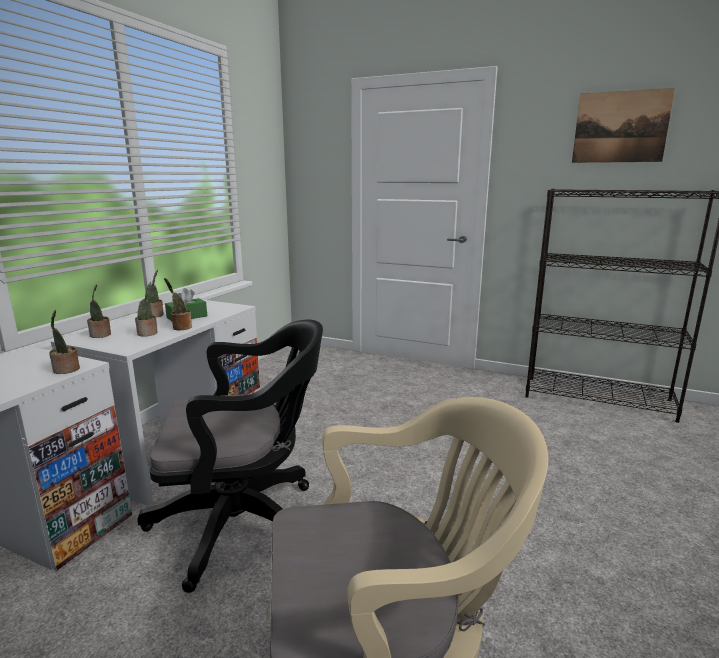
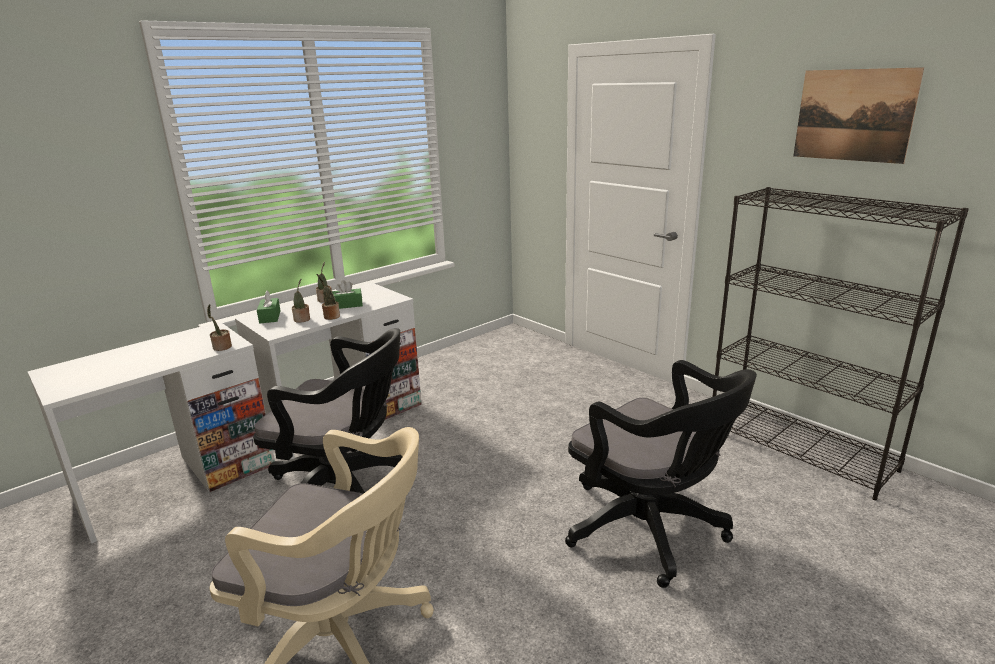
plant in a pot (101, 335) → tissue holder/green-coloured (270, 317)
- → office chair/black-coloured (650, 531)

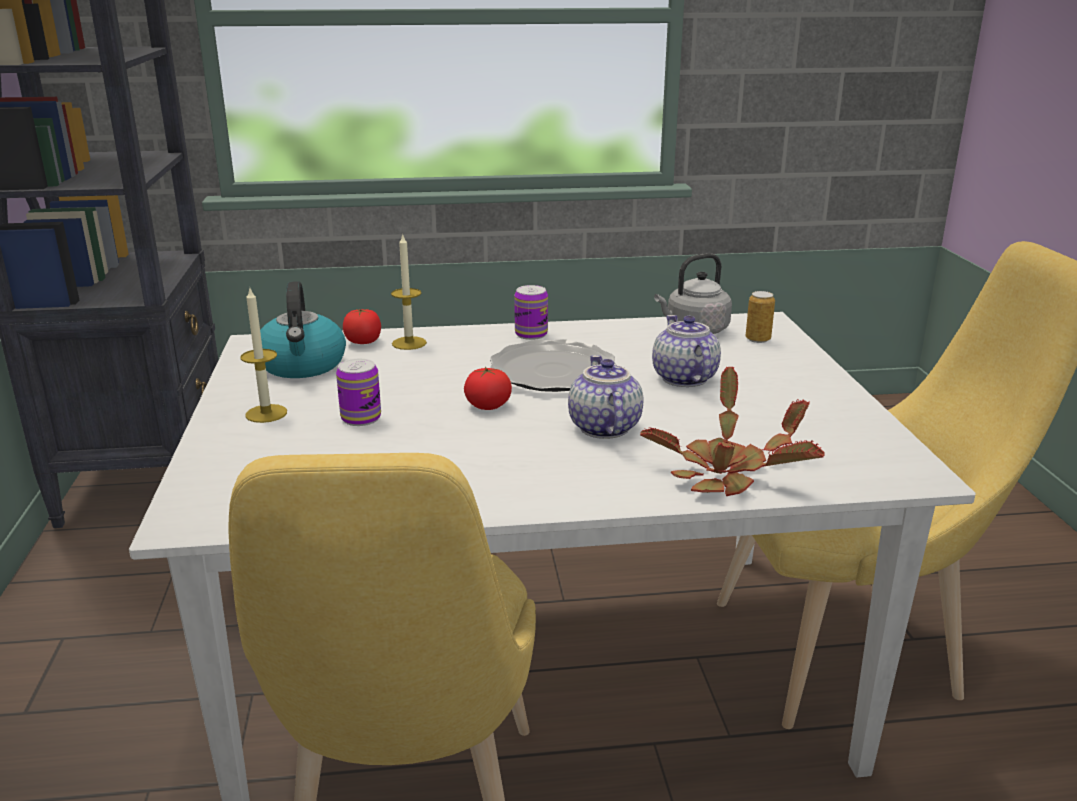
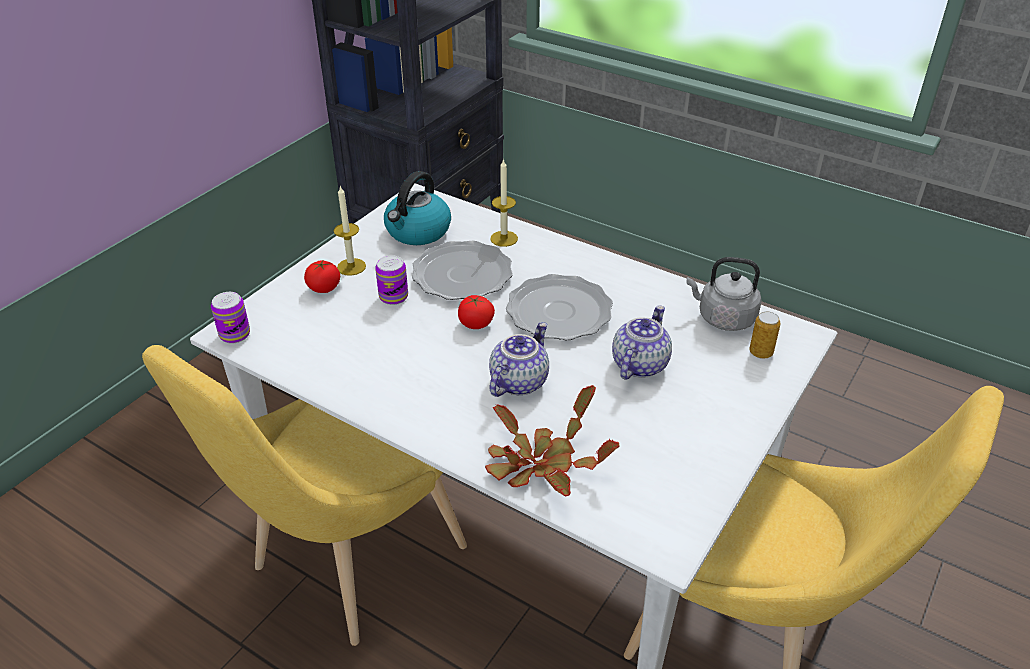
fresh tomato (363, 342) → fresh tomato (324, 288), moved
can (531, 334) → can (235, 335), moved
- → flat dish (463, 274)

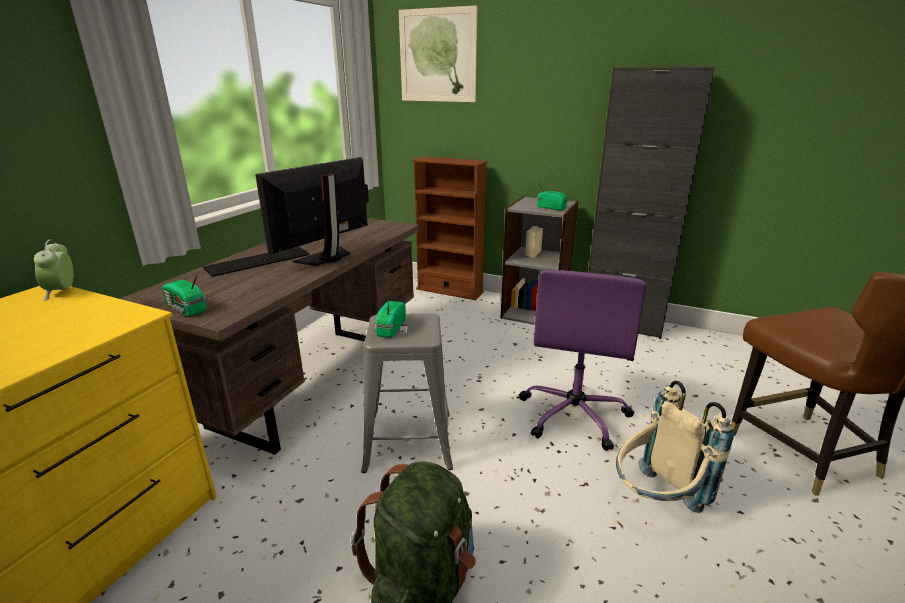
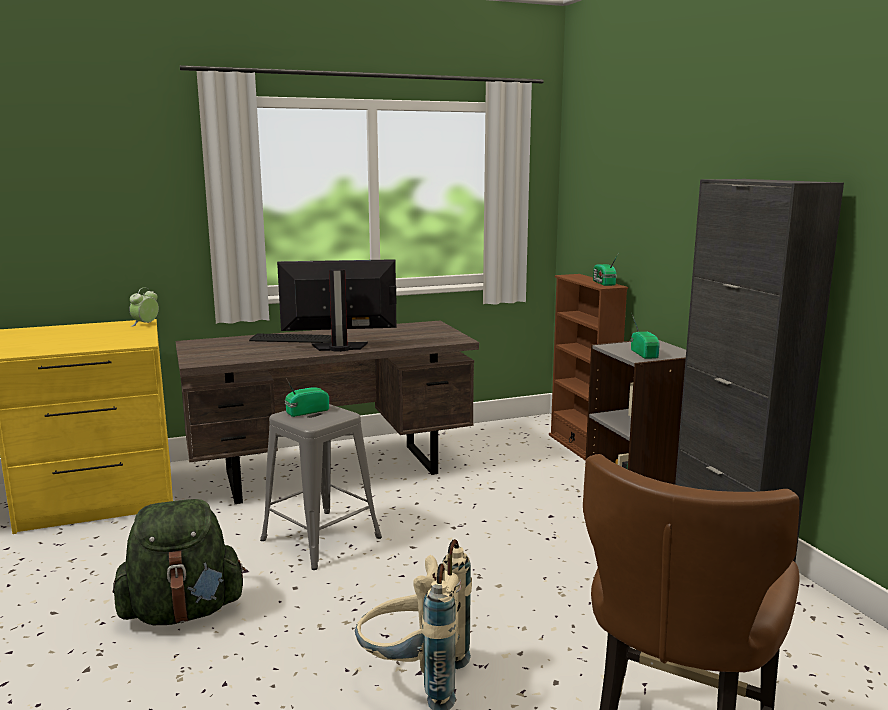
radio set (186, 309) → radio set (603, 283), moved
wall picture (437, 56) → -
office chair/purple-coloured (574, 415) → -

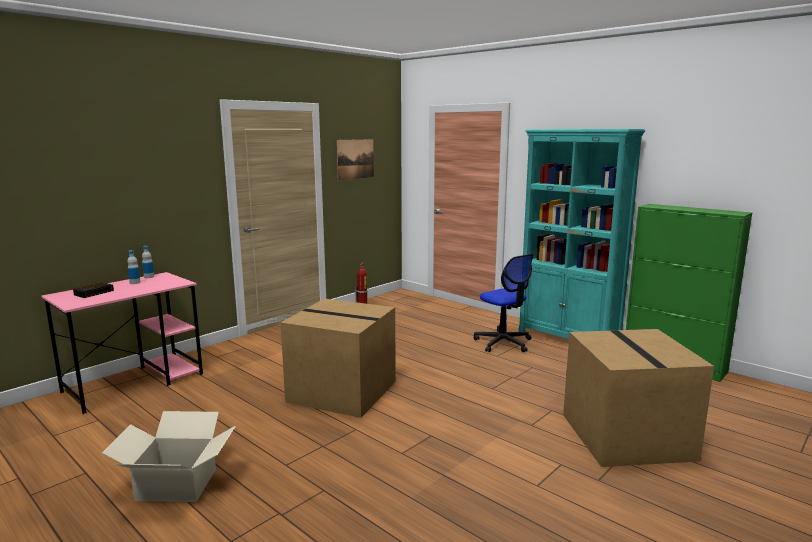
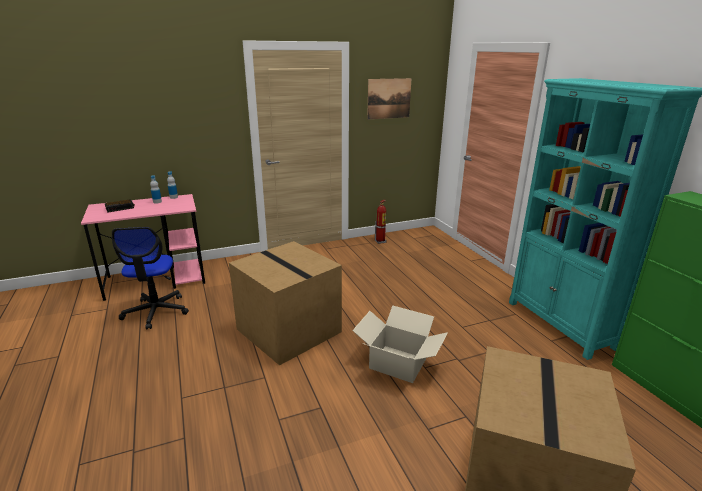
carton (176, 485) → carton (397, 364), moved
office chair (503, 343) → office chair (156, 311), moved

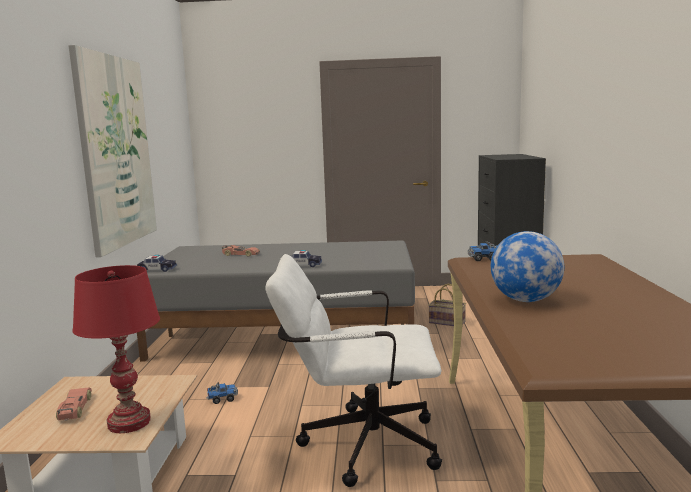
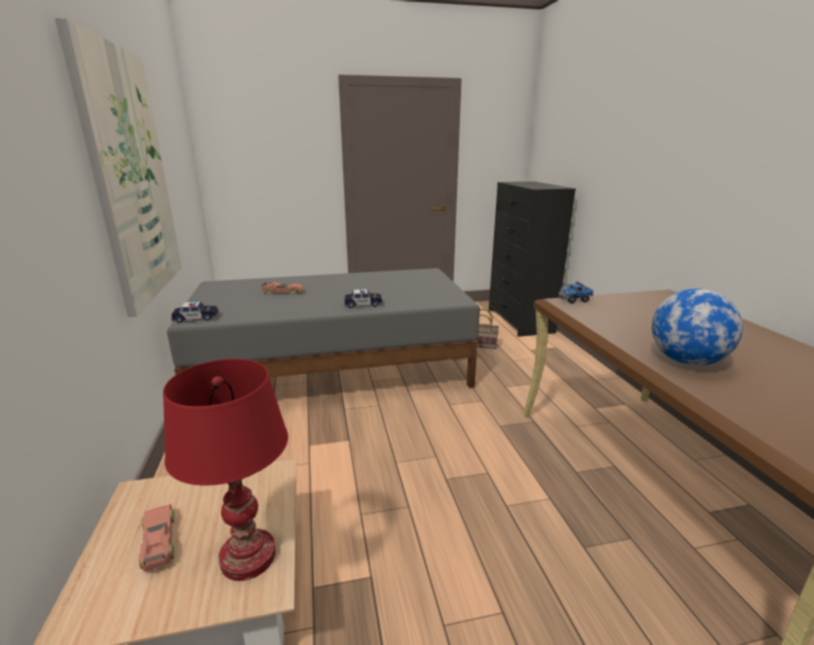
model truck (222, 399) → -
office chair/whitish (358, 444) → -

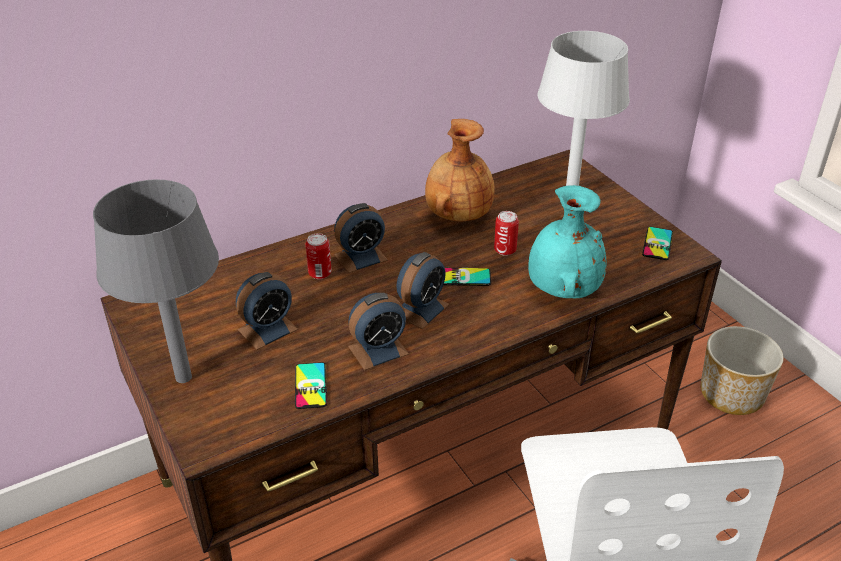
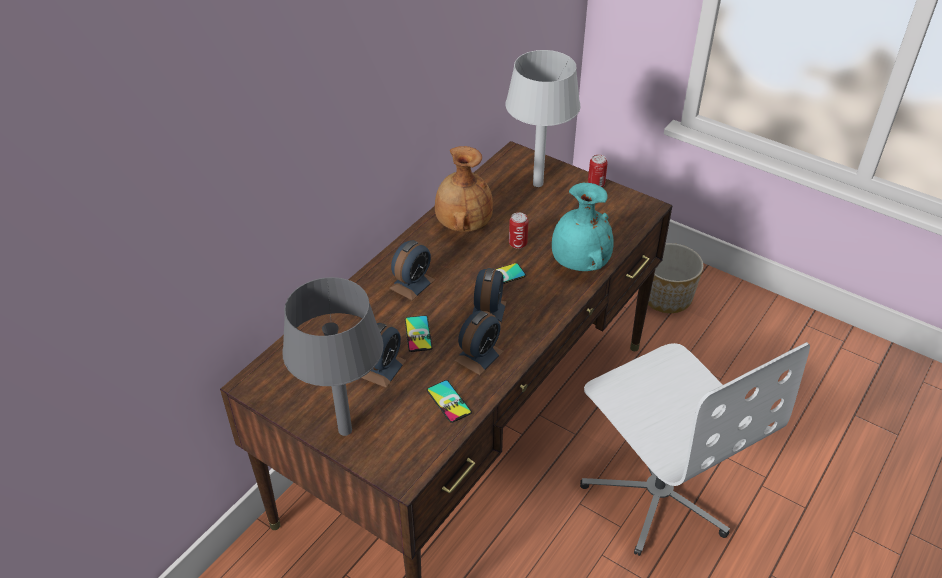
can (320, 273) → can (596, 184), moved
handset (657, 243) → handset (418, 334), moved

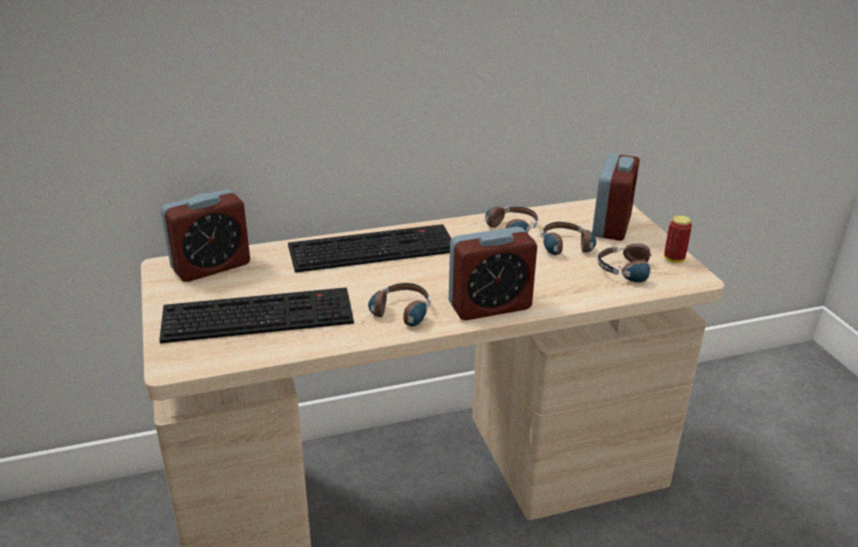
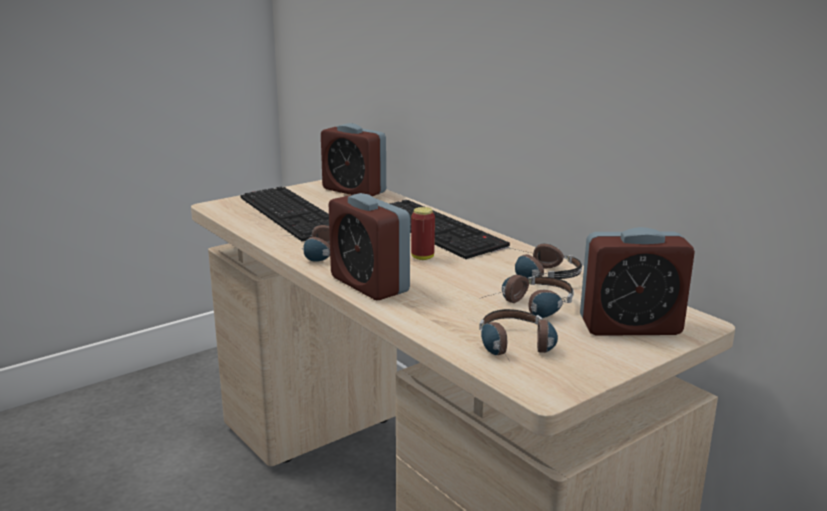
can (674, 259) → can (422, 257), moved

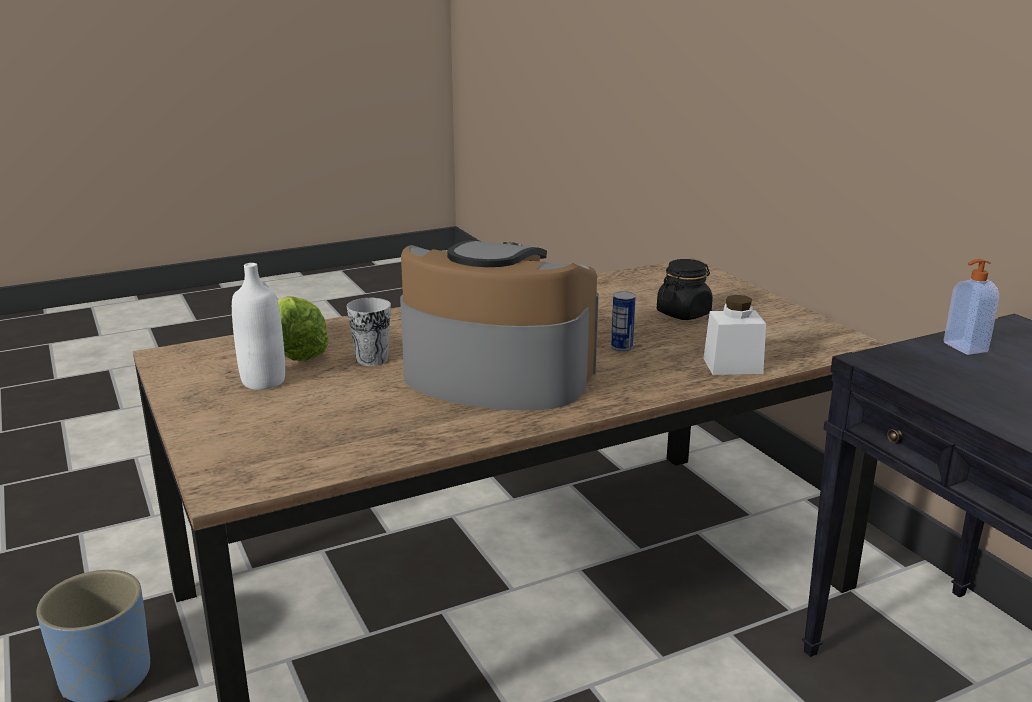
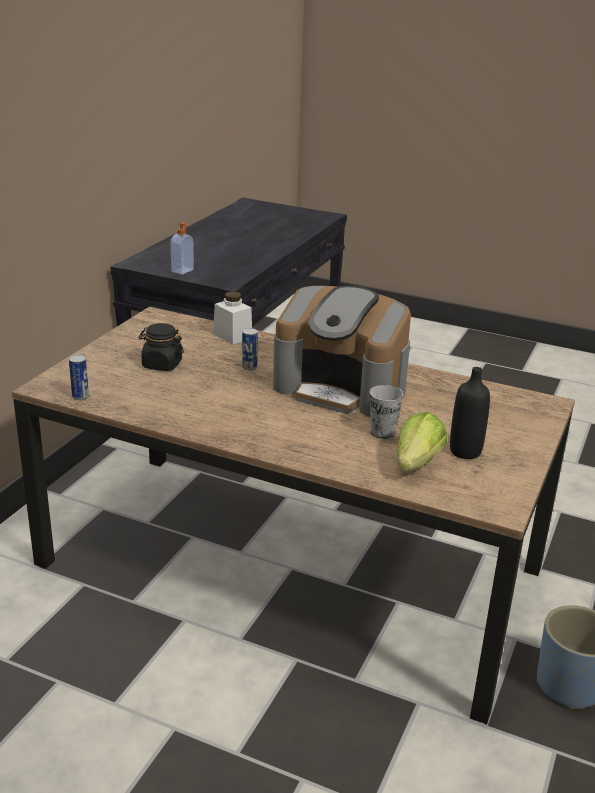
beverage bottle/whitish (263, 381) → beverage bottle/black-coloured (465, 451)
coffee brewer (496, 376) → coffee brewer (342, 388), 45 degrees counterclockwise
- → can (80, 396)

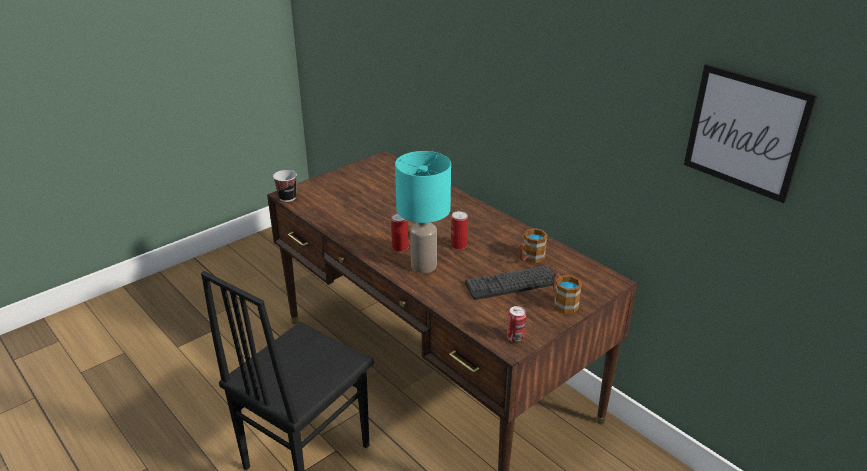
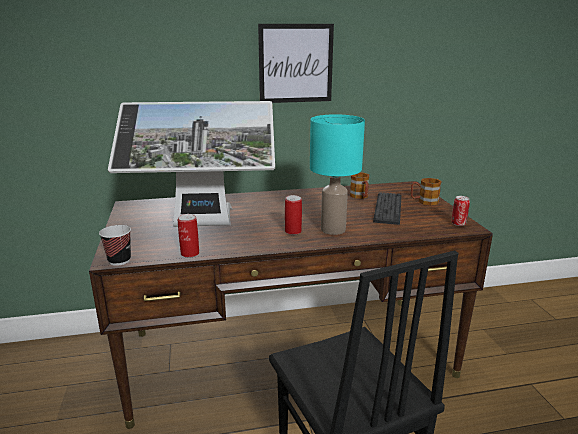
can (459, 245) → can (190, 253), moved
wall picture (745, 132) → wall picture (295, 63), moved
- → computer screen (202, 225)

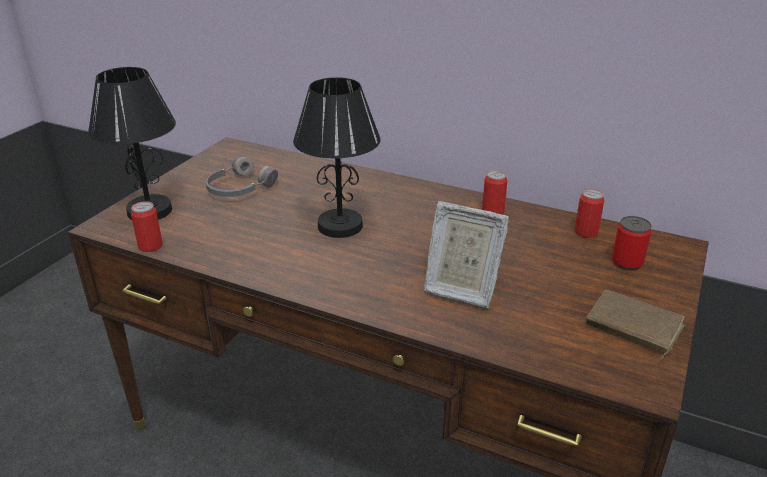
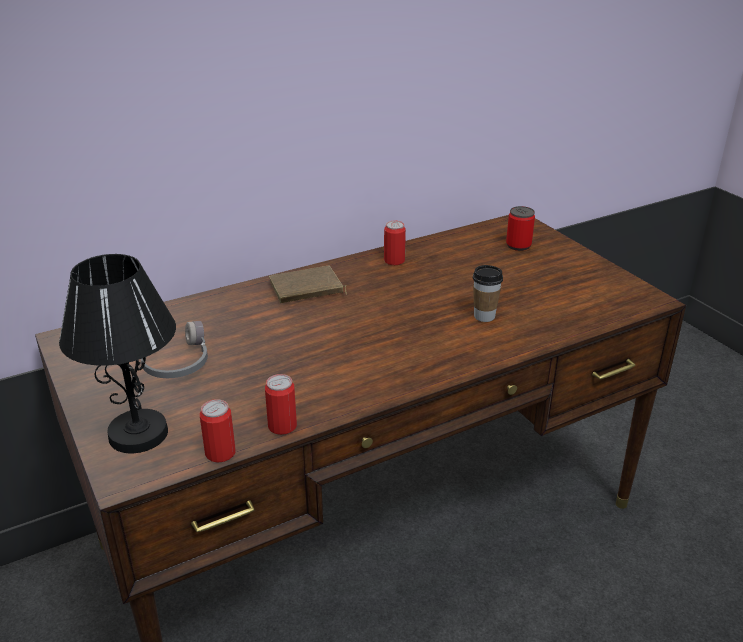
tabletop lamp/black-coloured (340, 225) → -
picture frame (460, 289) → small cup (484, 316)
can (586, 232) → can (282, 426), moved
book/brown (632, 327) → book/brown (306, 289), moved

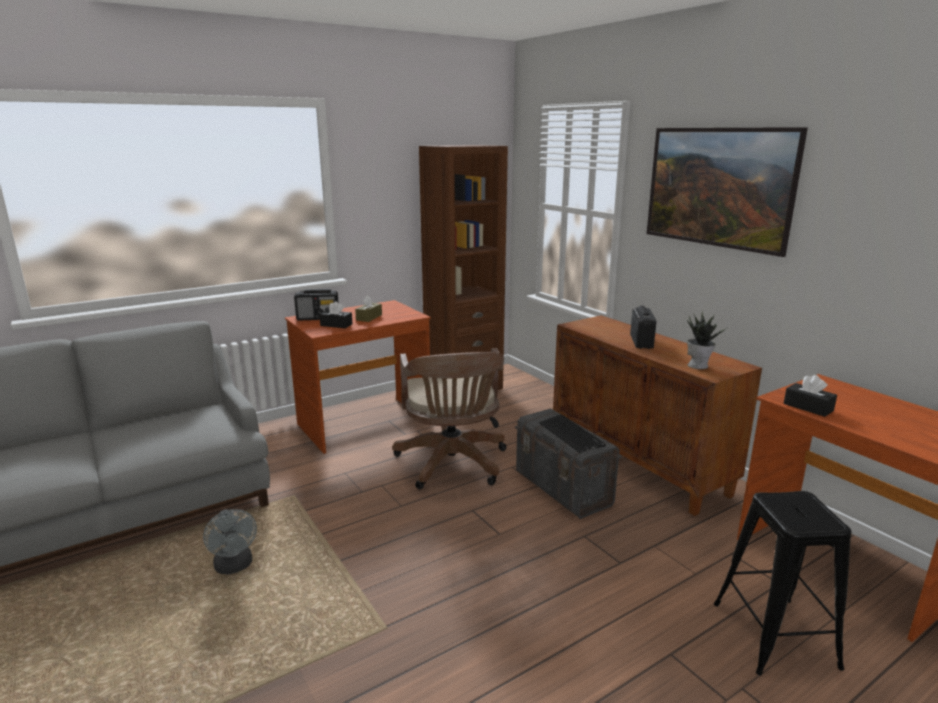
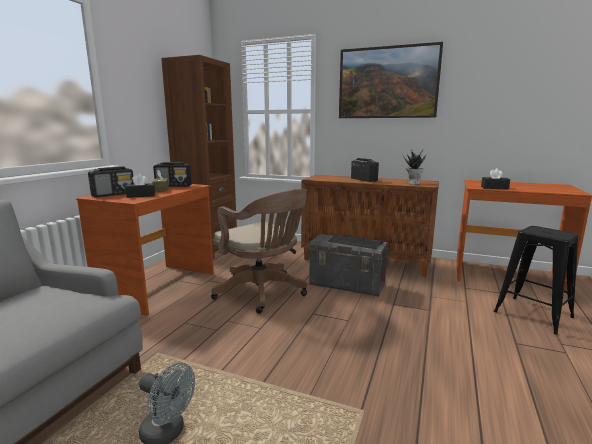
- → radio set (174, 186)

